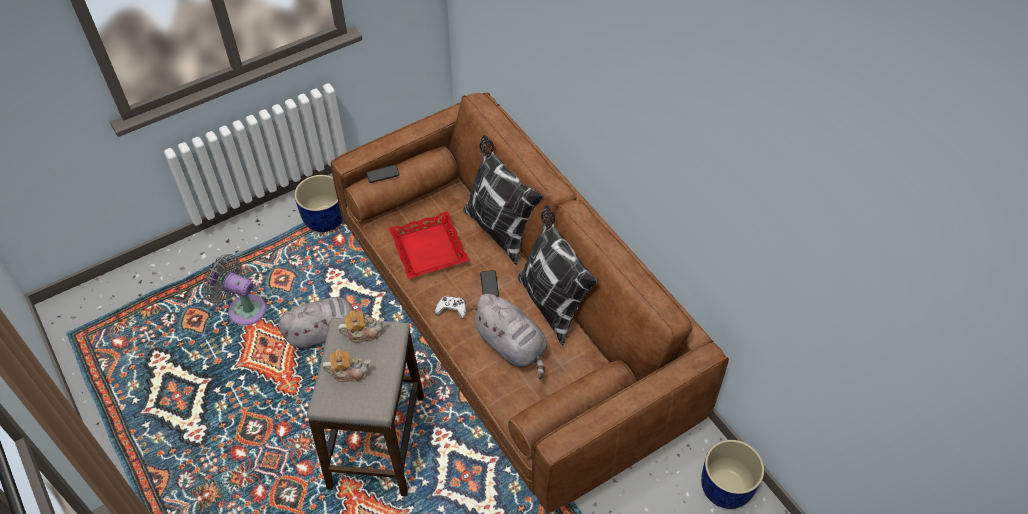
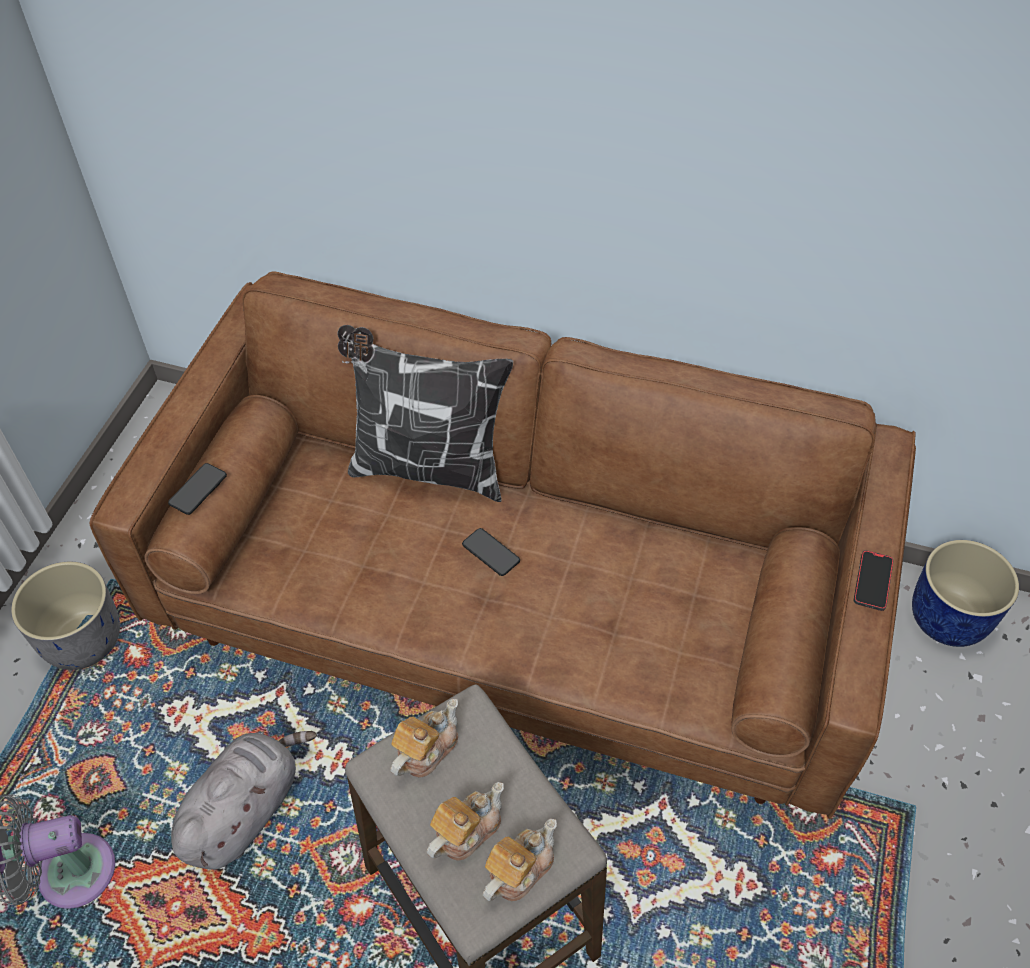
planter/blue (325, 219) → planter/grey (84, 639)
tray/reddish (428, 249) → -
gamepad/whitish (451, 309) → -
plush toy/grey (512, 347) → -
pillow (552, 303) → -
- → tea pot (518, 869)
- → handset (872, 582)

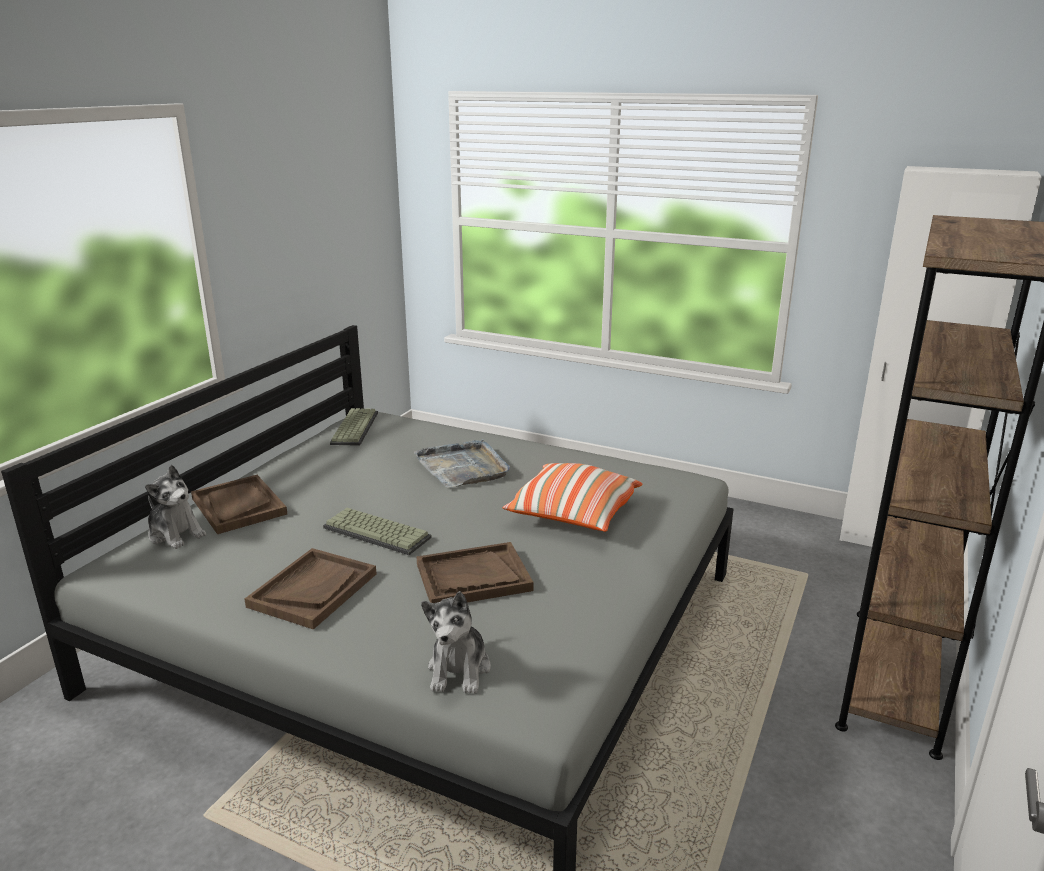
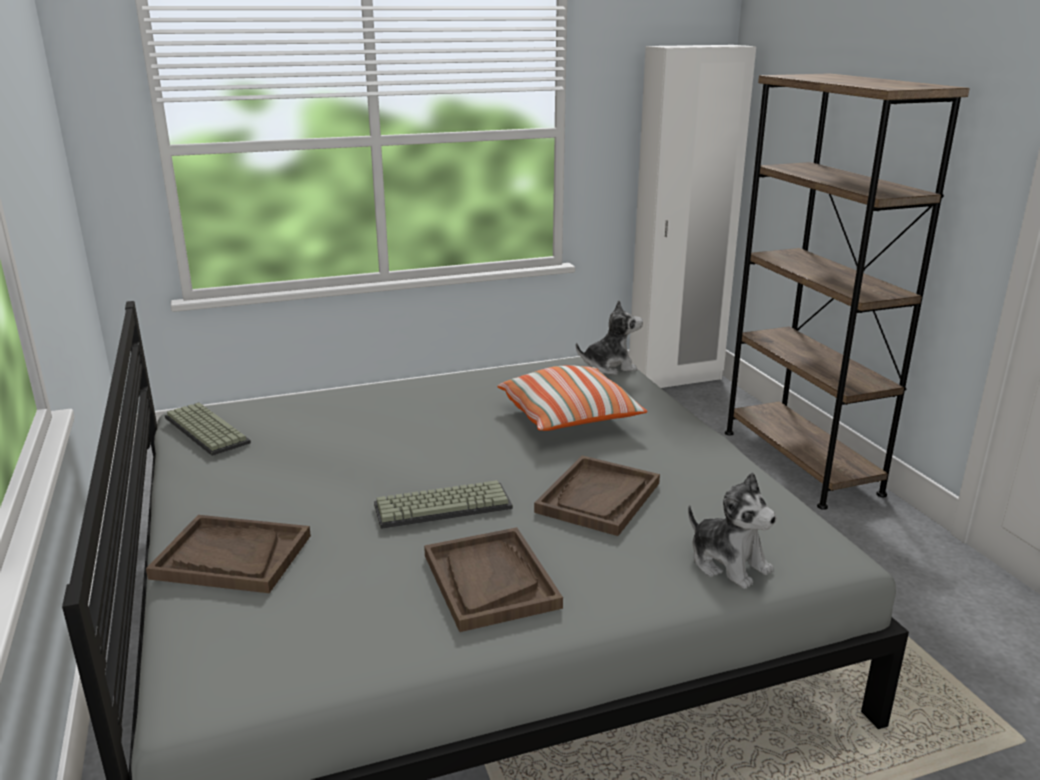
plush toy (176, 534) → plush toy (610, 367), moved
tray/grey (463, 467) → -

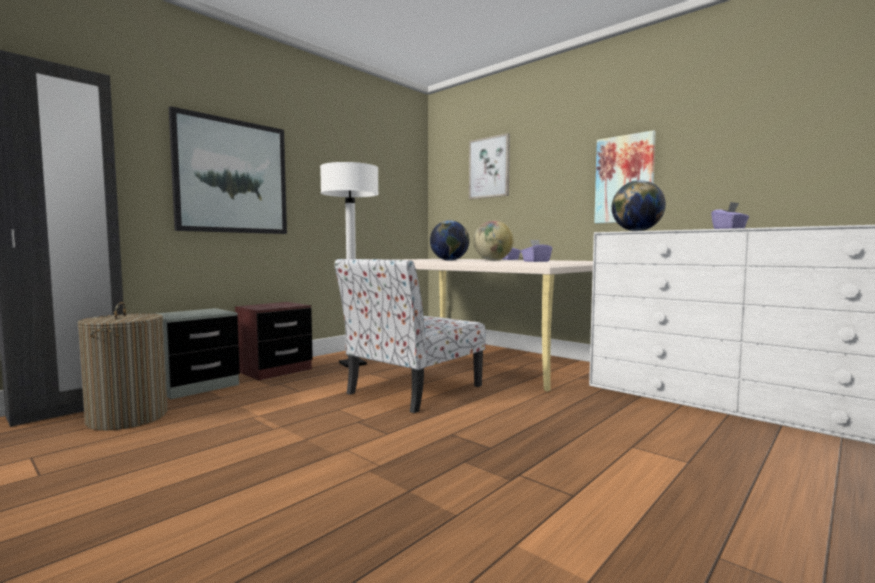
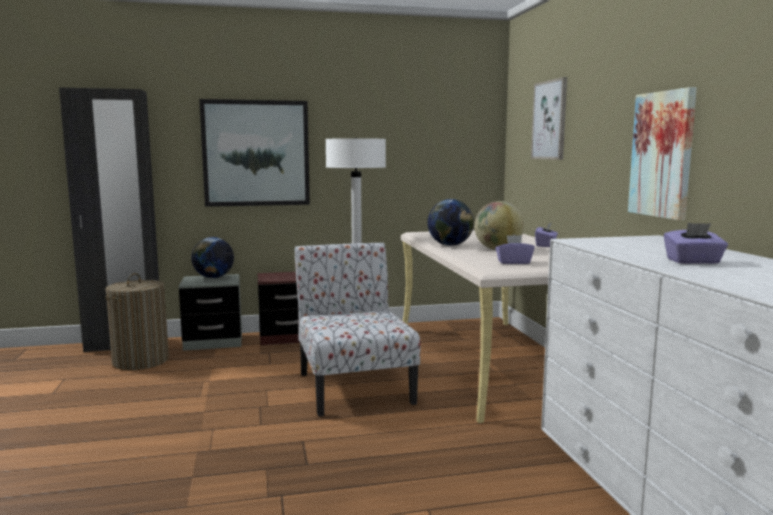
plain chair (413, 390) → plain chair (354, 387), 90 degrees clockwise
desk globe (637, 231) → desk globe (213, 277), moved

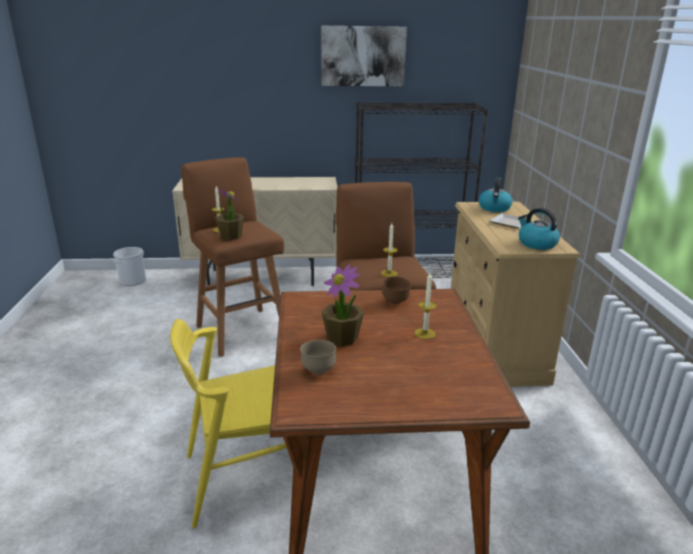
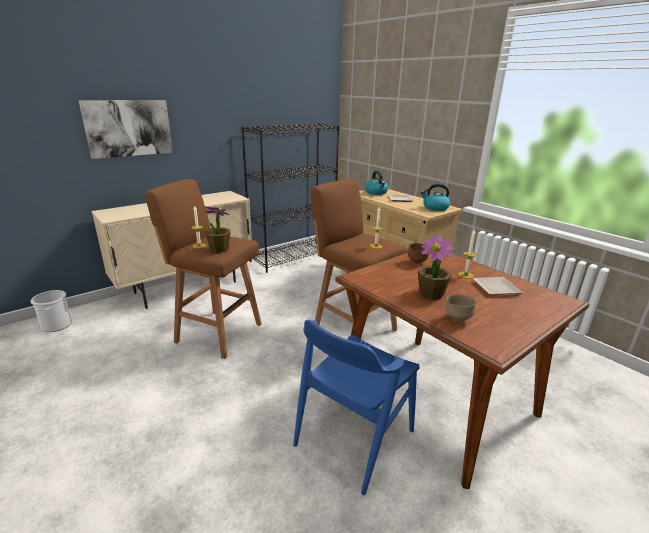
plain chair/yellow (244, 478) → plain chair/blue (353, 438)
wall picture (363, 56) → wall picture (128, 128), moved
- → flat dish (495, 288)

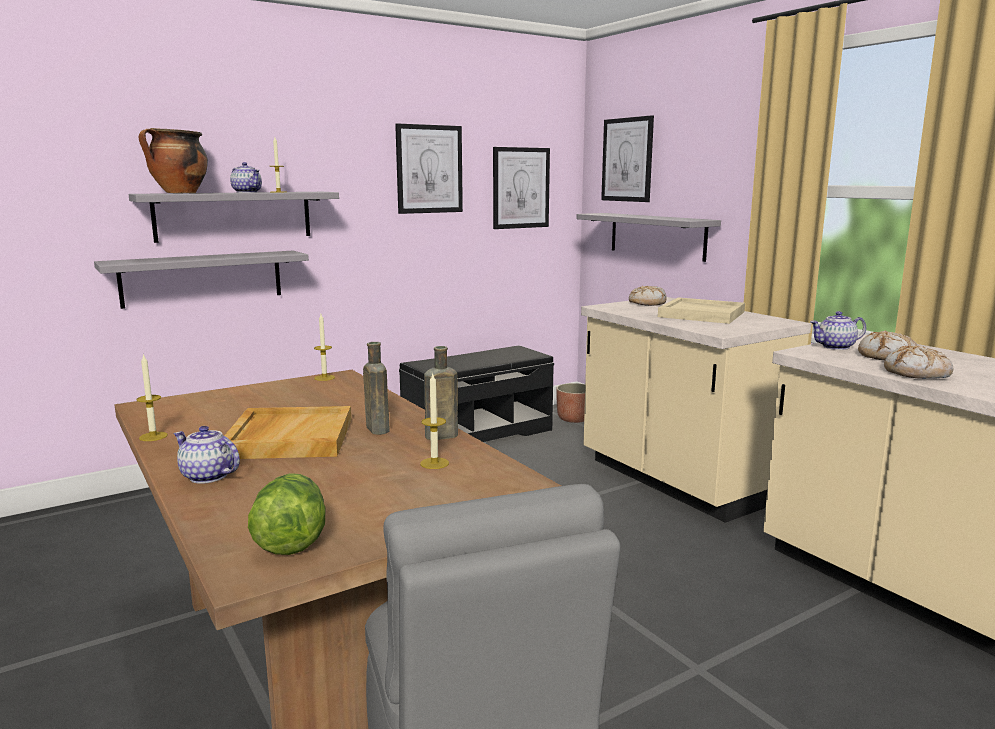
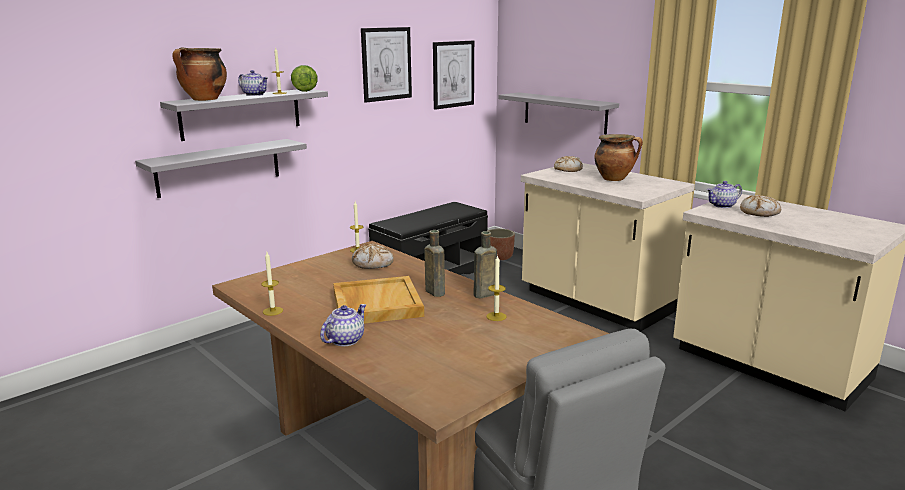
tea pot (207, 476) → tea pot (345, 340), 105 degrees clockwise
lettuce head (291, 540) → lettuce head (304, 90), moved
wall picture (627, 160) → -
tray/sand-coloured (702, 314) → stockpot (615, 179)
bakery bread (917, 373) → bakery bread (373, 263), moved

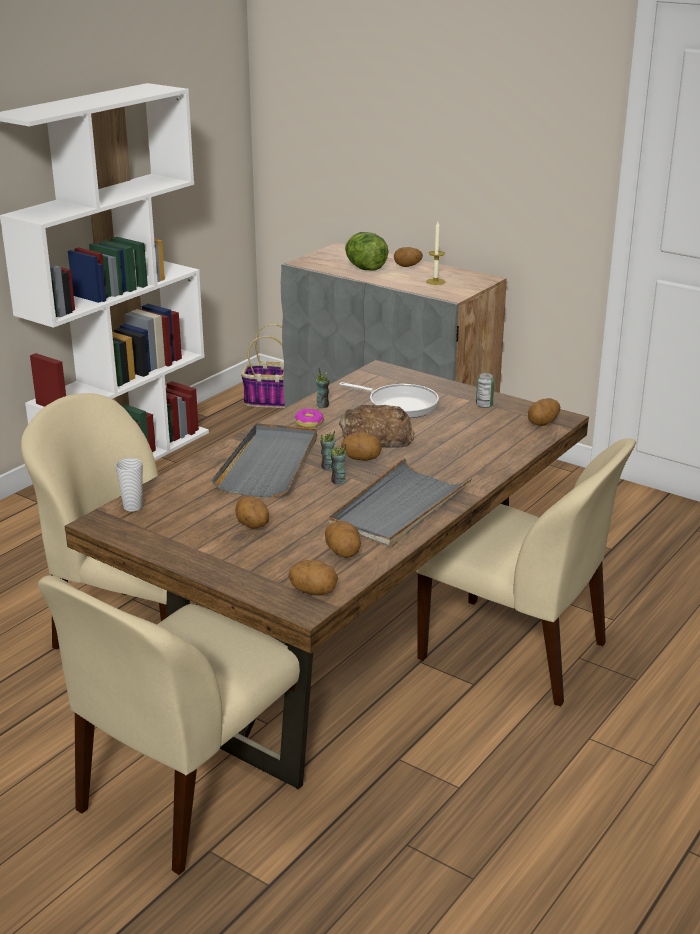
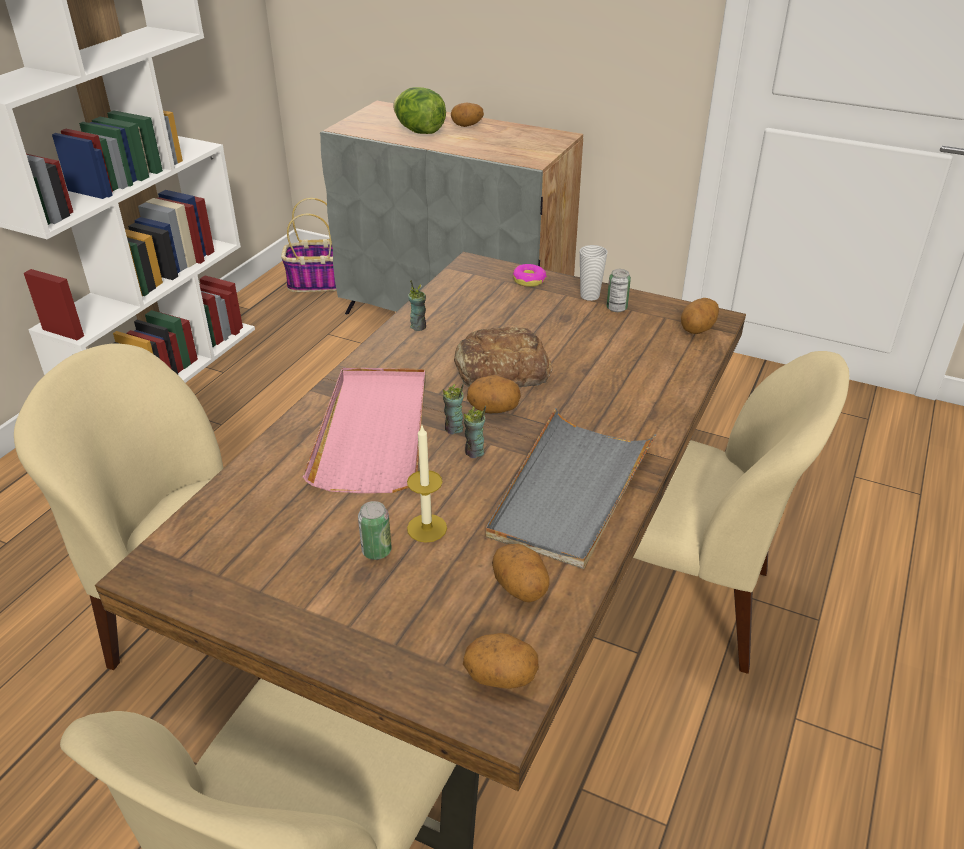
small cup (133, 507) → small cup (589, 296), moved
tray/grey (269, 464) → tray/pinkish (374, 432)
potato (252, 526) → can (376, 551)
doughnut (309, 423) → doughnut (529, 280), moved
skillet (399, 405) → -
wax light (435, 281) → wax light (427, 528), moved

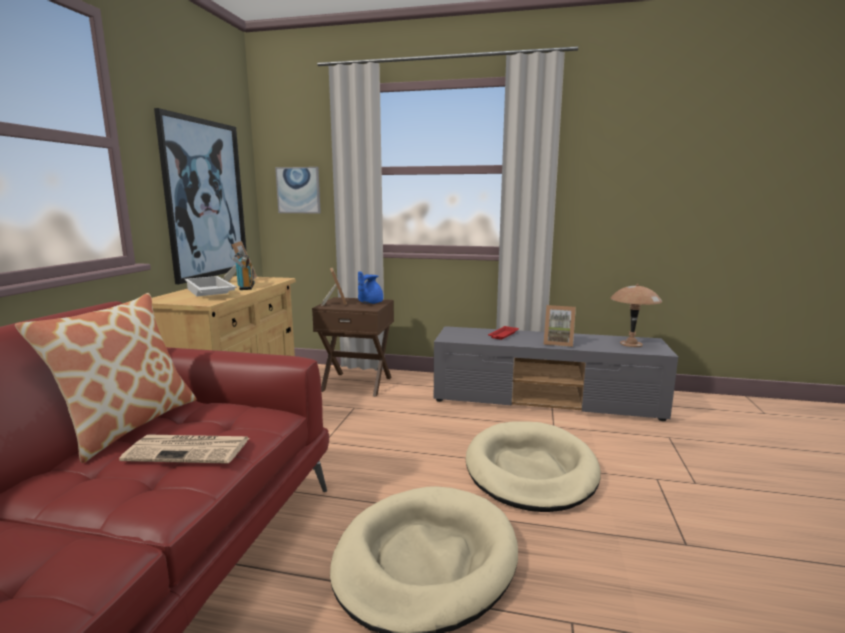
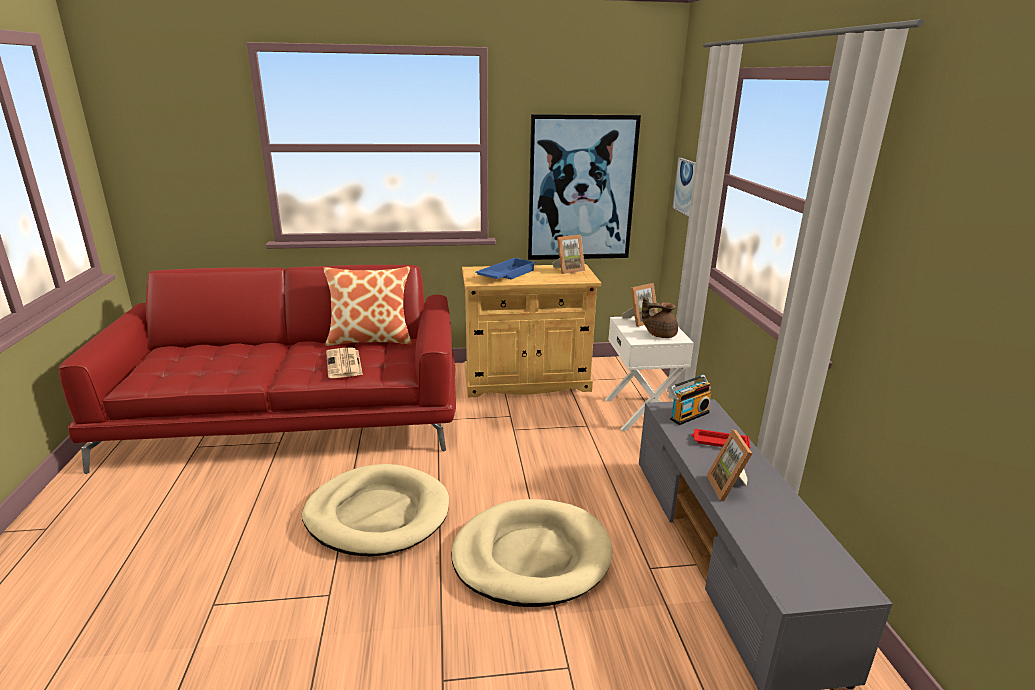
tray/whitish (209, 293) → tray/blue (505, 275)
radio set (245, 286) → radio set (688, 415), moved
night table/brown (357, 383) → night table/whitish (642, 413)
tea pot/blue (369, 303) → tea pot/brown (660, 334)
tabletop lamp/brown (630, 344) → -

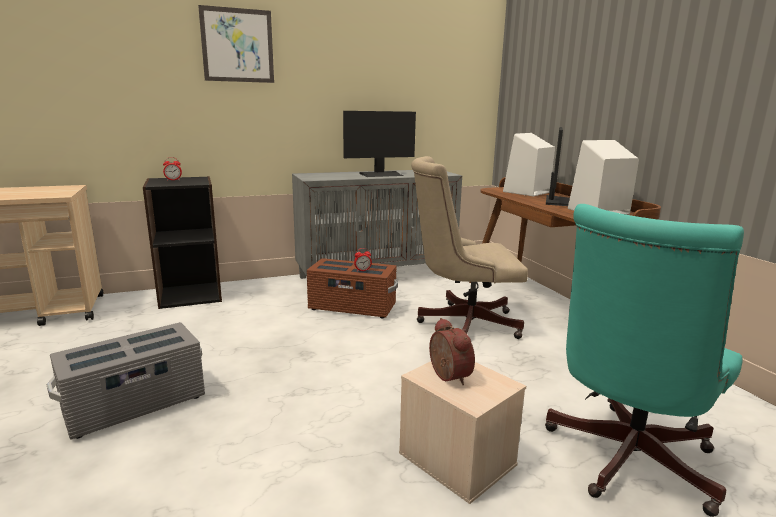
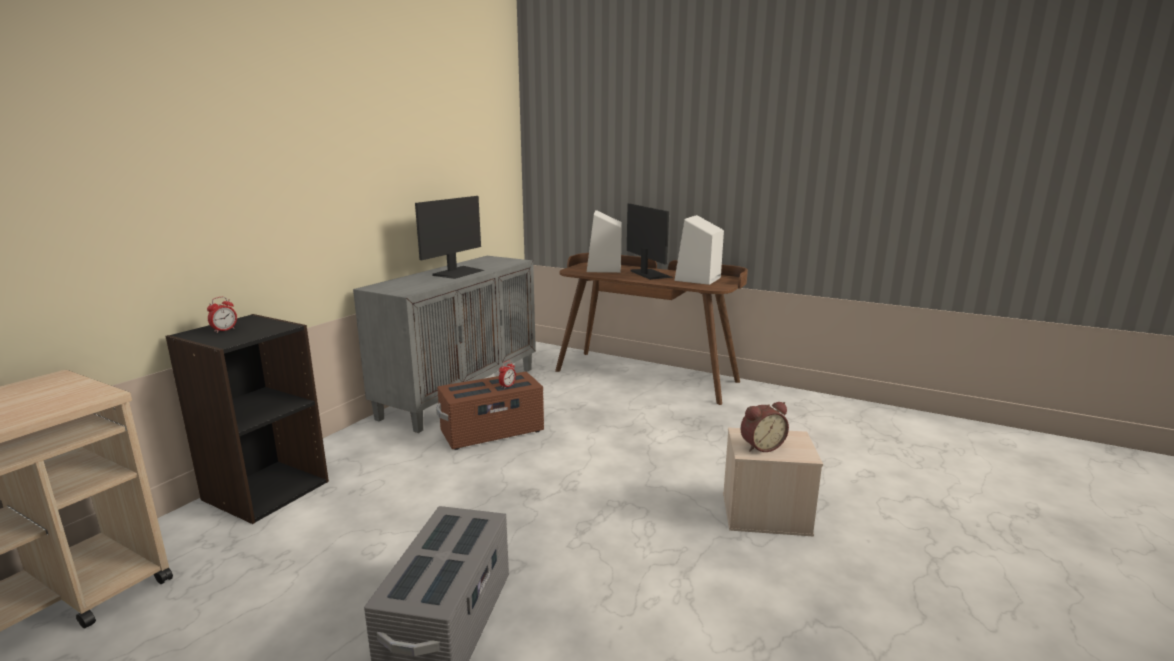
wall picture (237, 45) → -
office chair/sand-coloured (462, 323) → -
alarm clock (447, 376) → alarm clock (761, 446), 135 degrees clockwise
office chair/blue-green (624, 461) → -

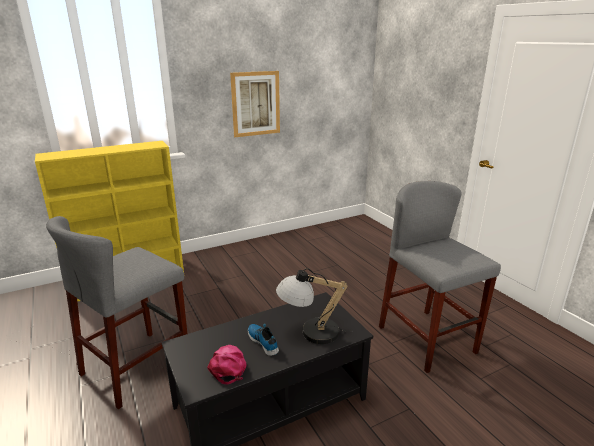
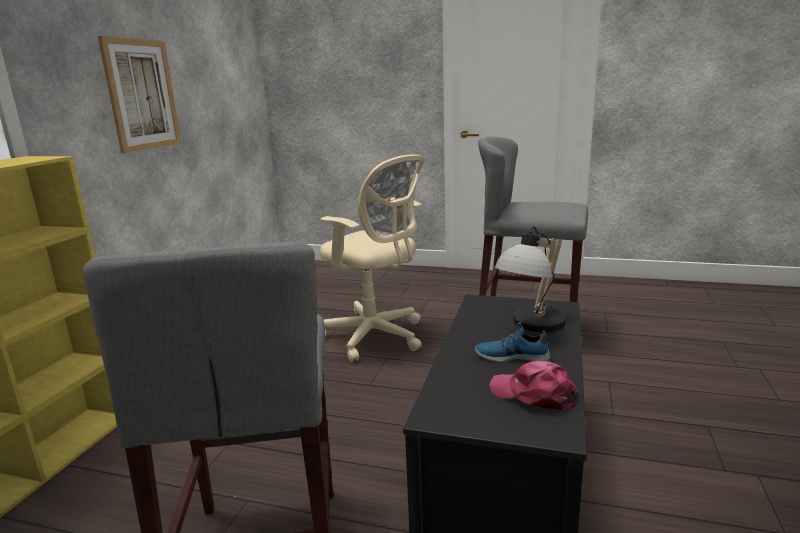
- → office chair/sand-coloured (375, 337)

